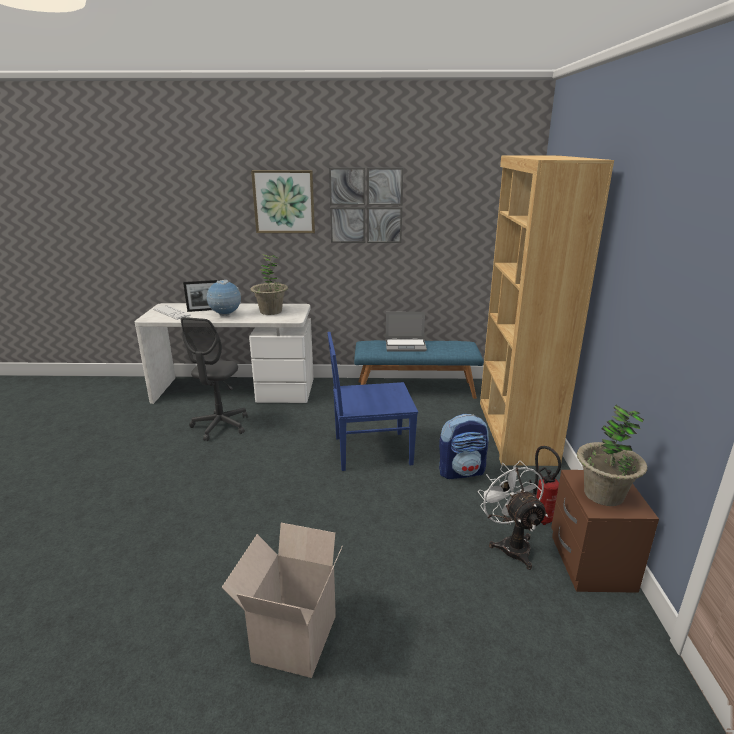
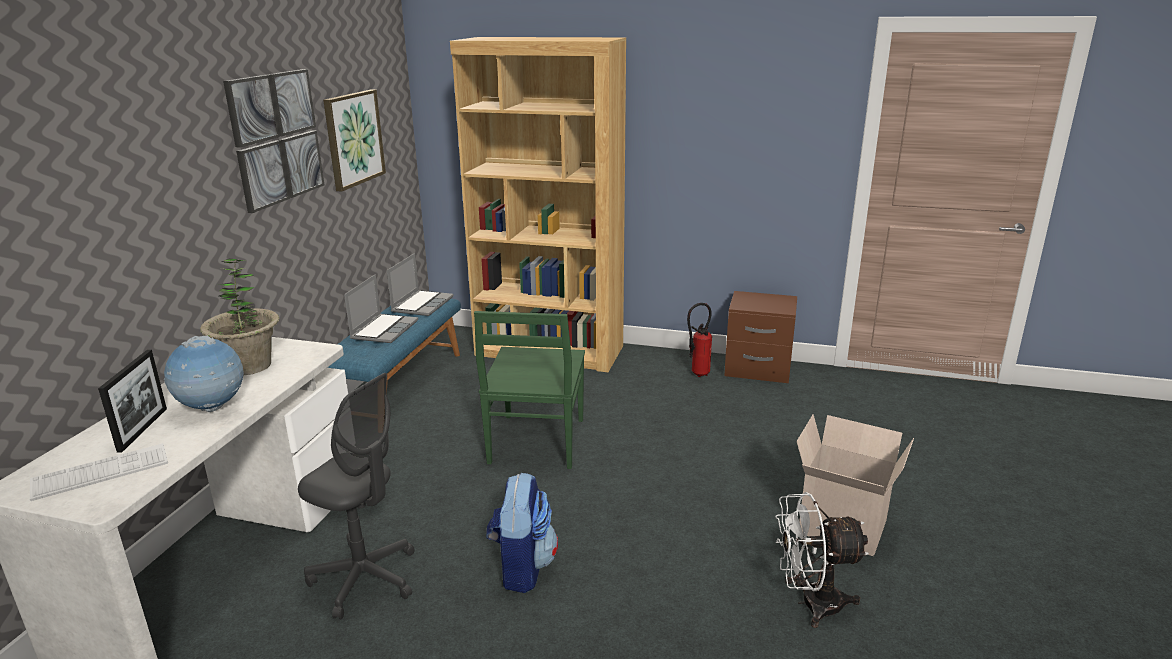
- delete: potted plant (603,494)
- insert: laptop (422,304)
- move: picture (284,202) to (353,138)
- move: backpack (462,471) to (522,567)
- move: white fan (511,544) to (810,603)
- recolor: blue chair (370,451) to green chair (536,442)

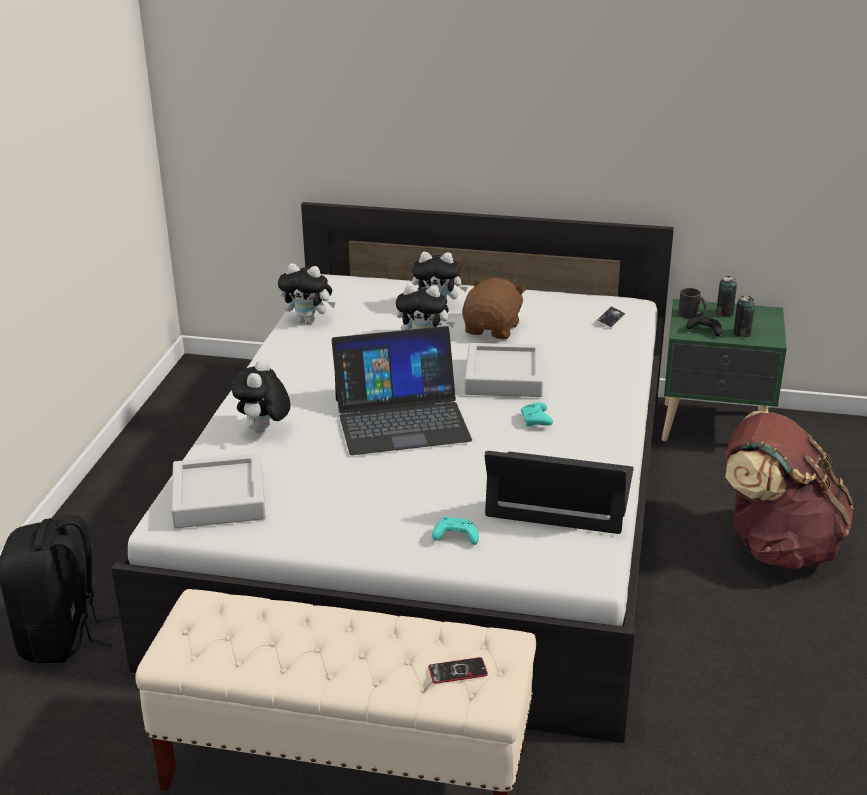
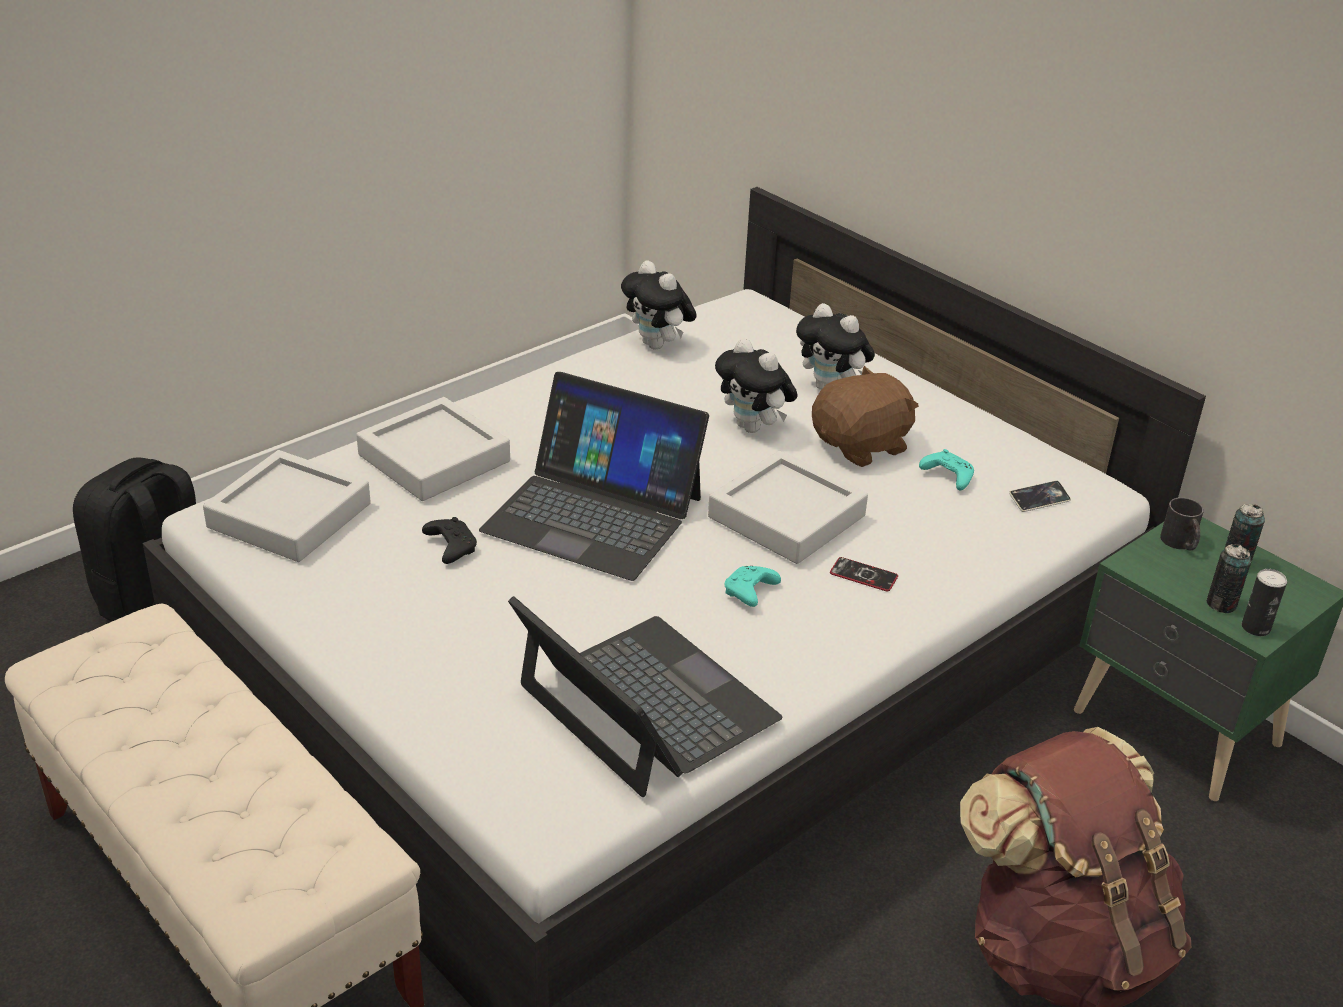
- insert: can (1255,628)
- move: phone (457,671) to (863,575)
- move: turquoise game controller (455,537) to (947,477)
- move: black game controller (704,331) to (450,547)
- replace: plush toy (264,431) to grey tray (434,458)

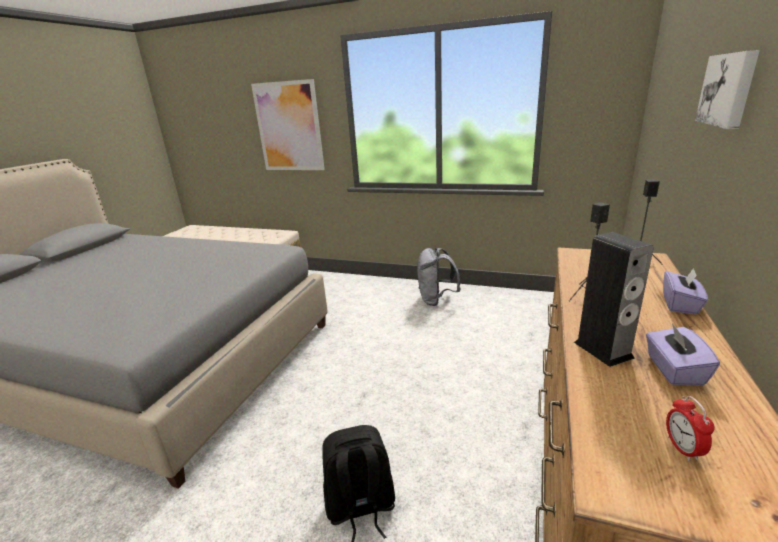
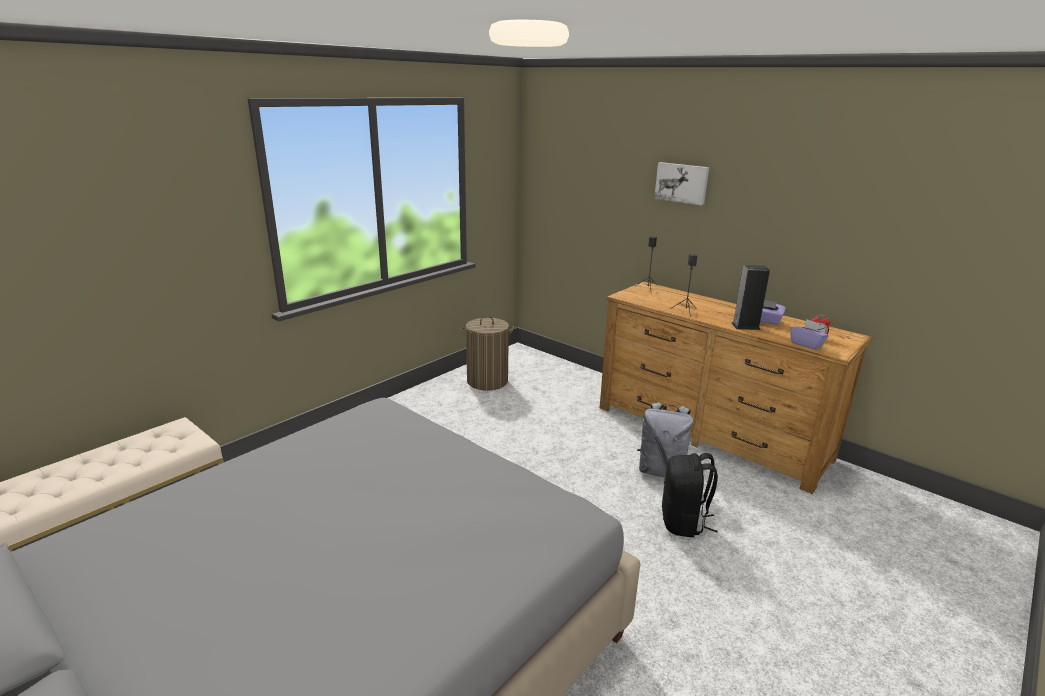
- delete: picture (289,127)
- insert: laundry basket (487,381)
- move: grey backpack (436,300) to (661,471)
- move: purple tissue box (680,304) to (806,344)

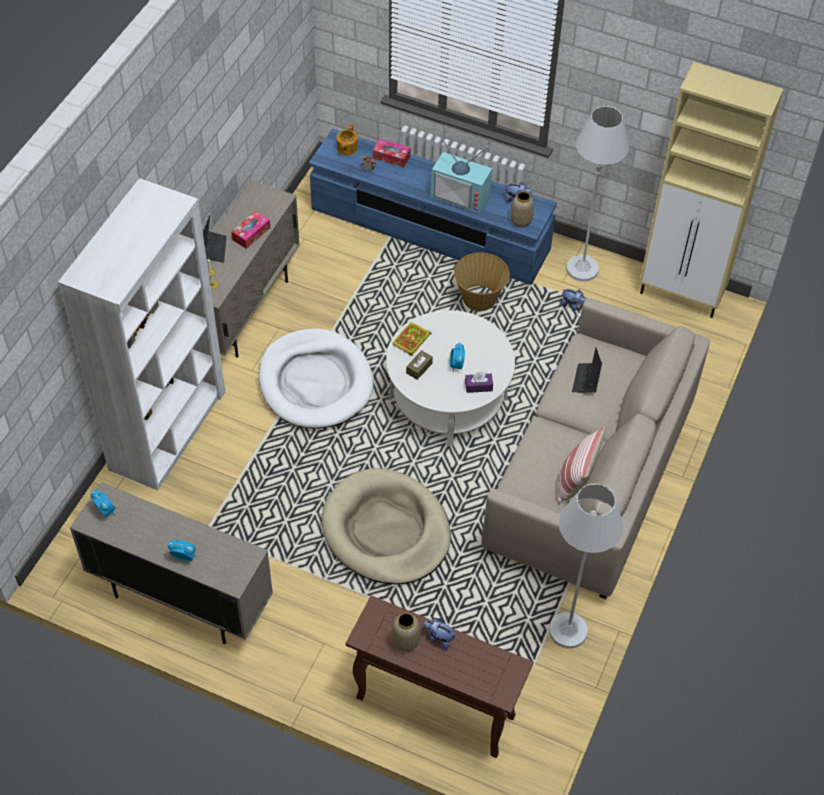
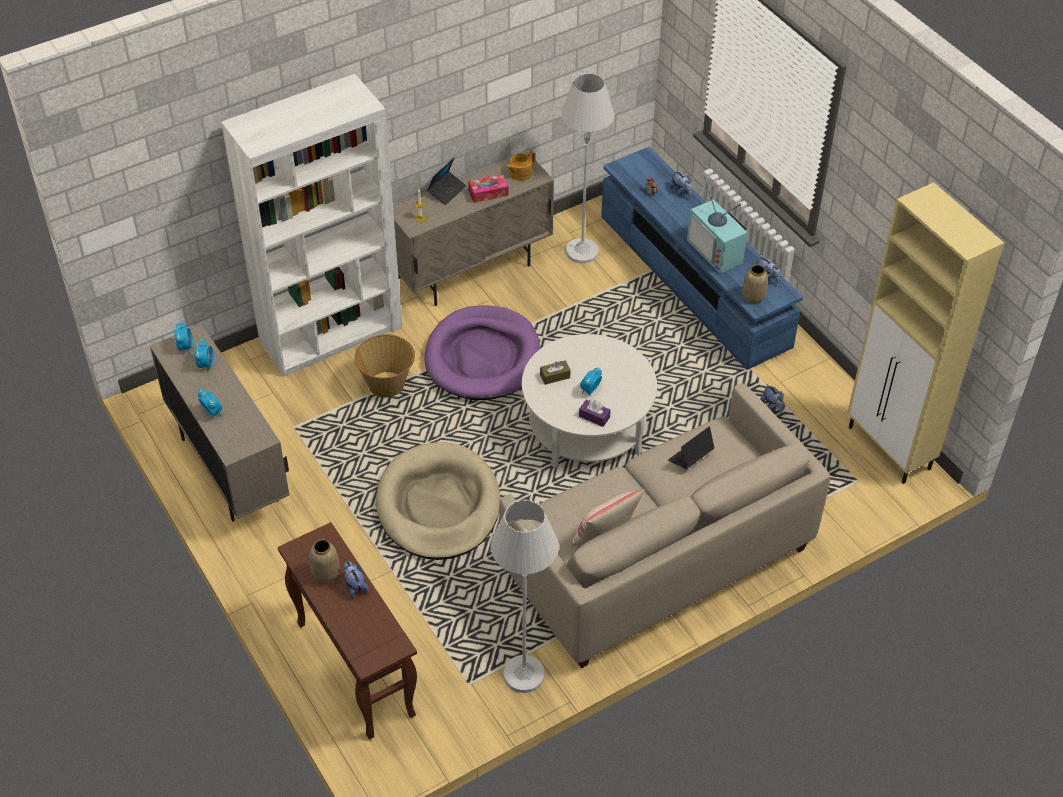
- delete: book (411,341)
- insert: alarm clock (206,364)
- move: teapot (347,148) to (520,173)
- move: basket (479,298) to (387,384)
- move: white floor lamp (582,269) to (582,251)
- replace: tissue box (391,157) to plush toy (681,192)
- recolor: white dog bed (315,382) to purple dog bed (483,357)

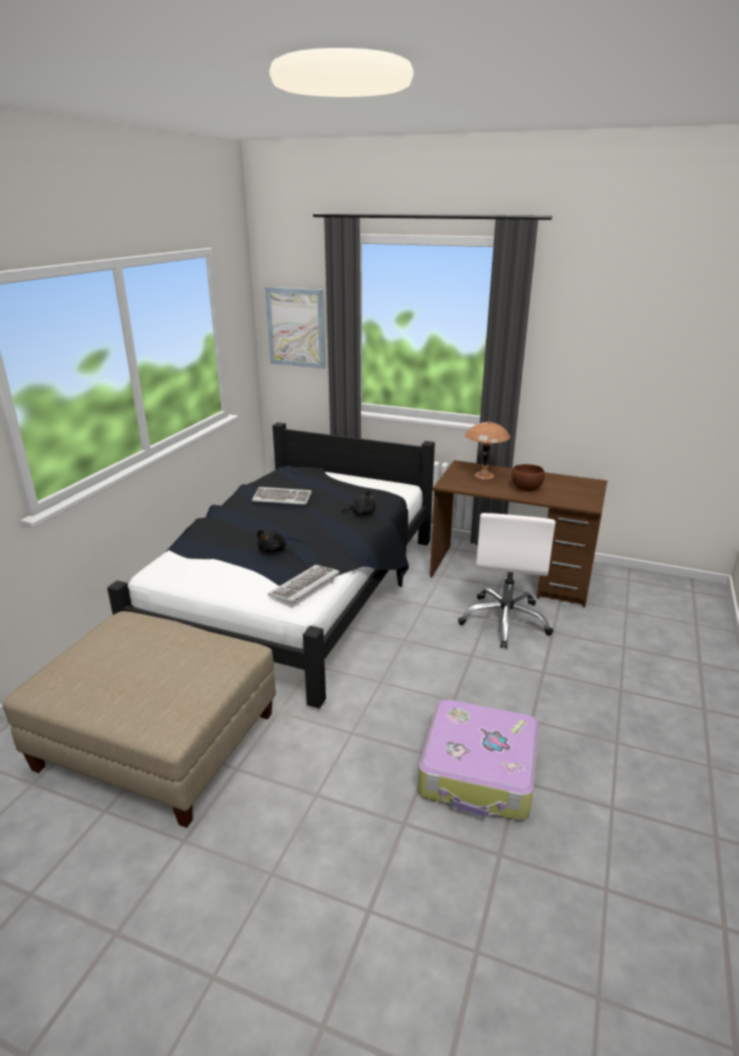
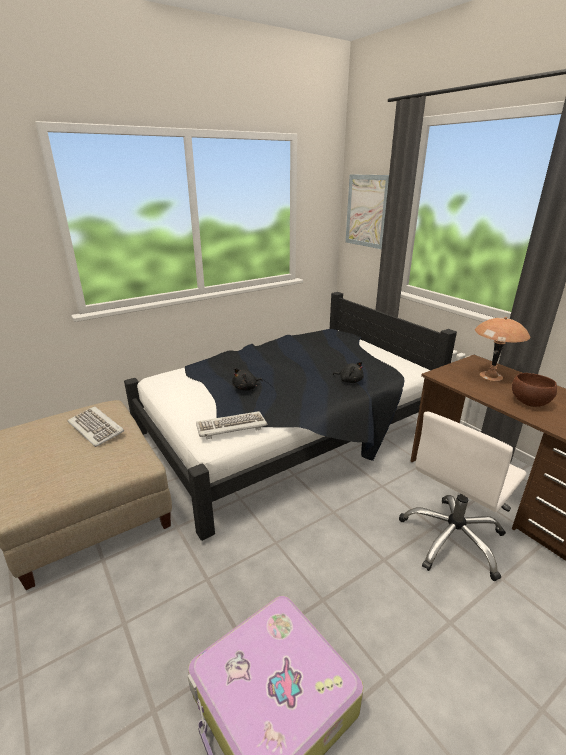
- move: keyboard (282,498) to (96,428)

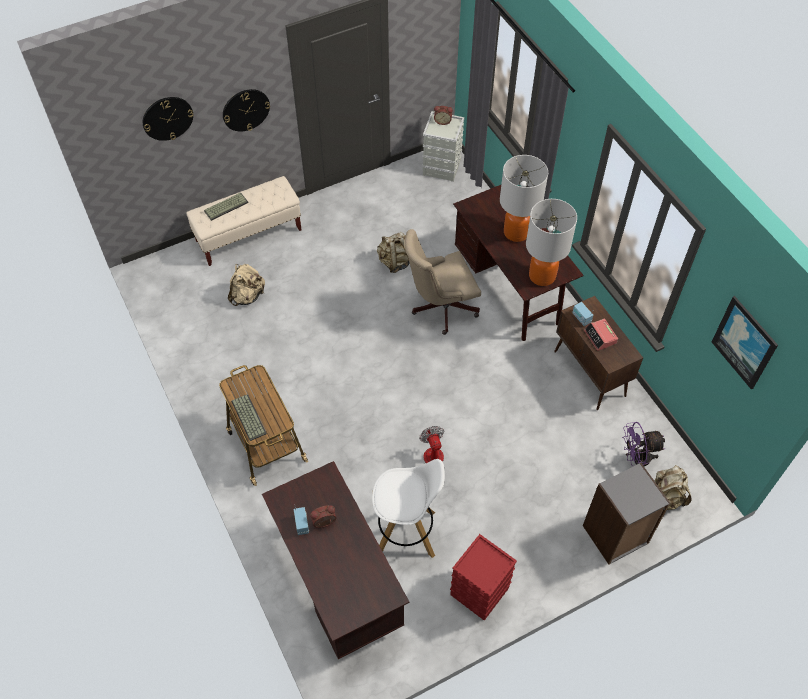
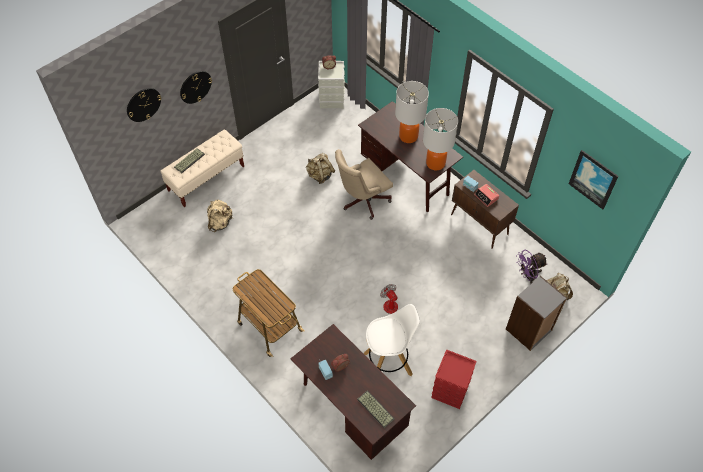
- move: keyboard (247,417) to (374,409)

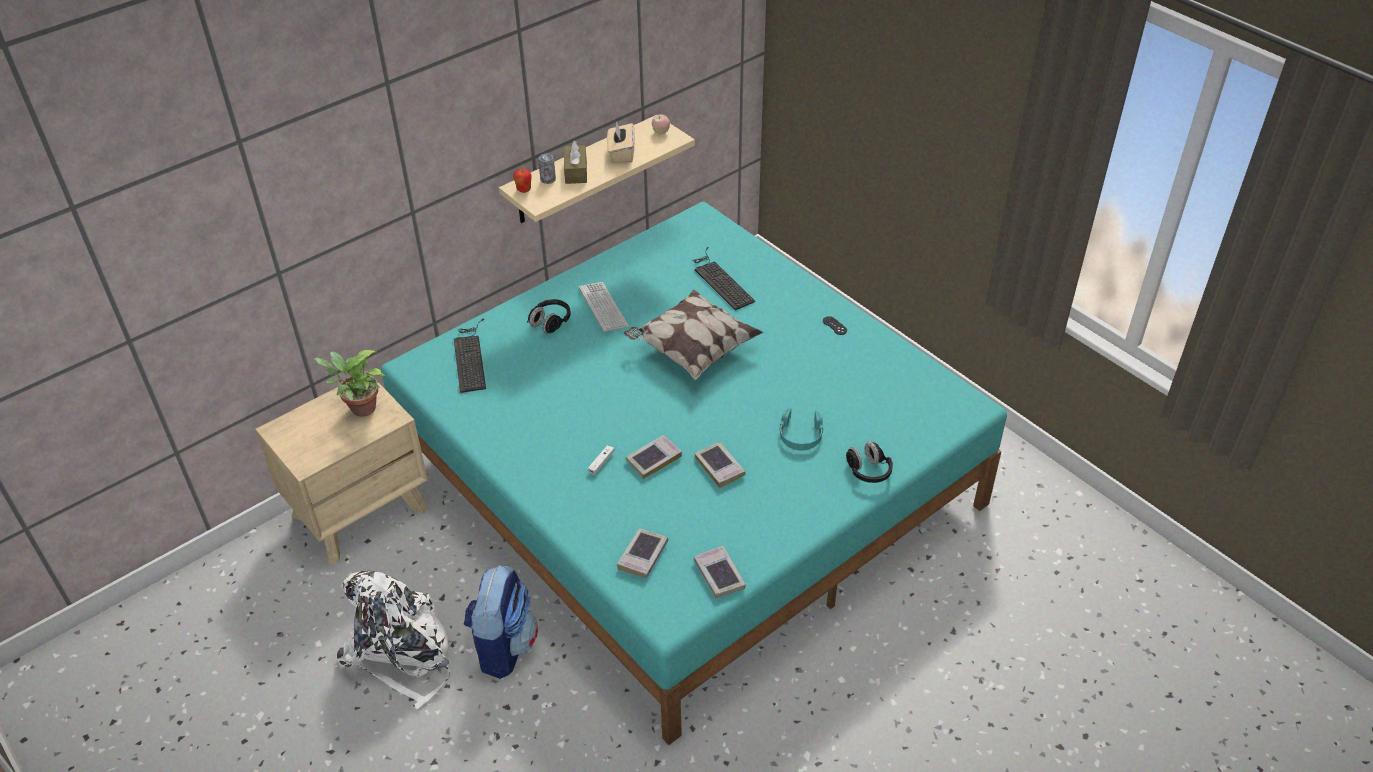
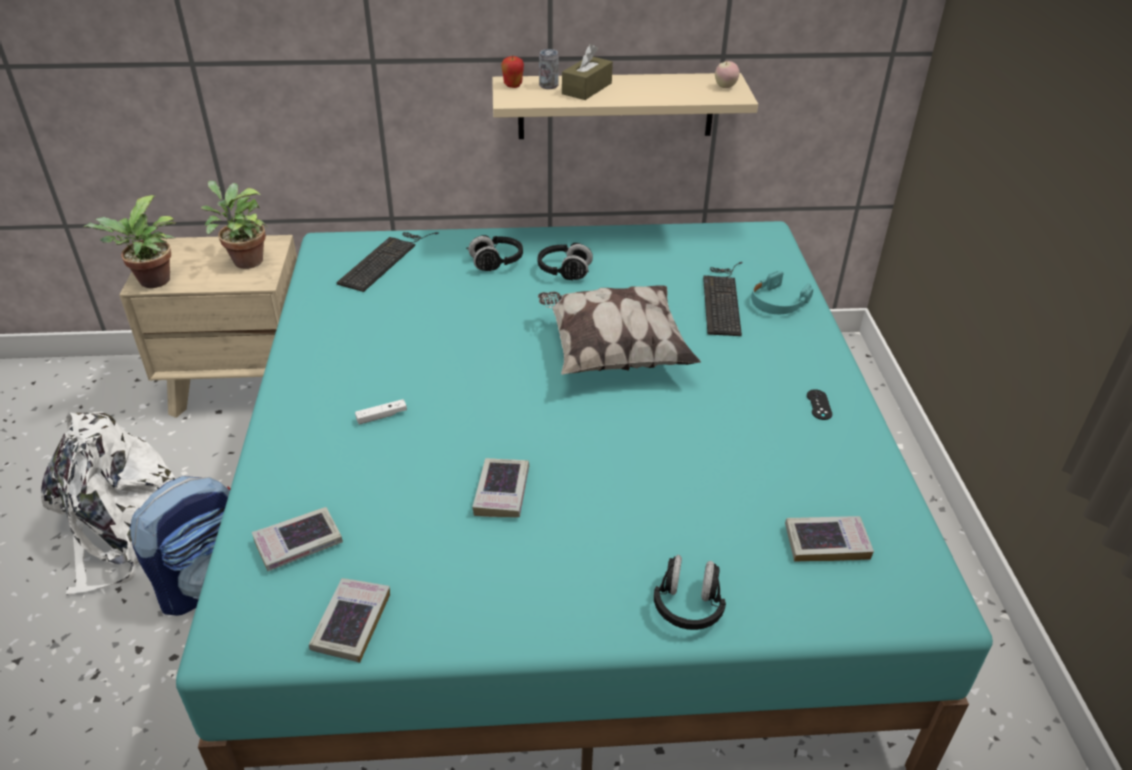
- delete: beige tissue box (621,154)
- insert: potted plant (151,282)
- move: book (653,459) to (826,543)
- move: turquoise headphones (800,435) to (777,302)
- replace: keyboard (603,308) to black headphones (564,272)

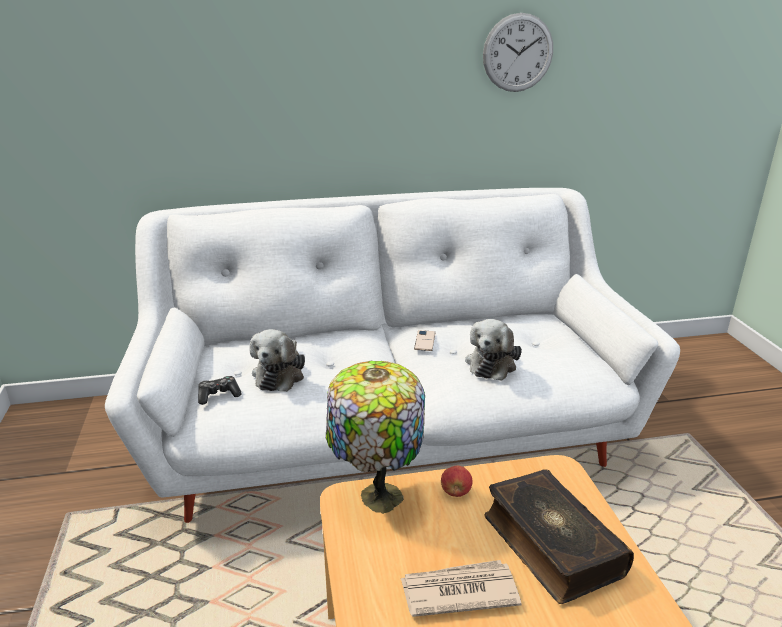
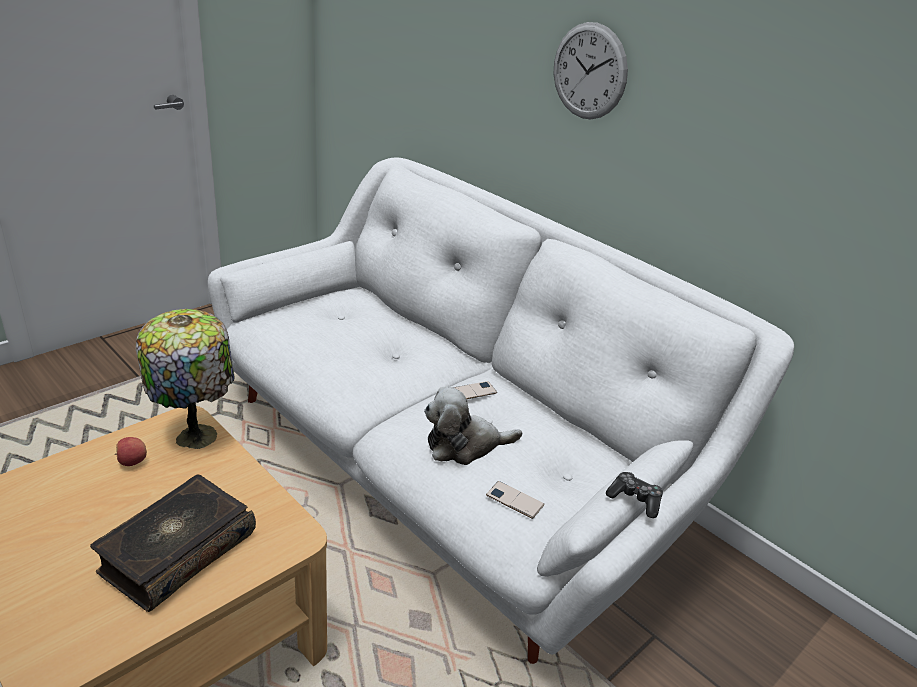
- delete: plush toy (280,374)
- delete: newspaper (458,591)
- insert: phone (515,500)
- move: game controller (218,395) to (635,499)
- move: apple (456,492) to (132,462)
- move: wall clock (518,53) to (589,71)

